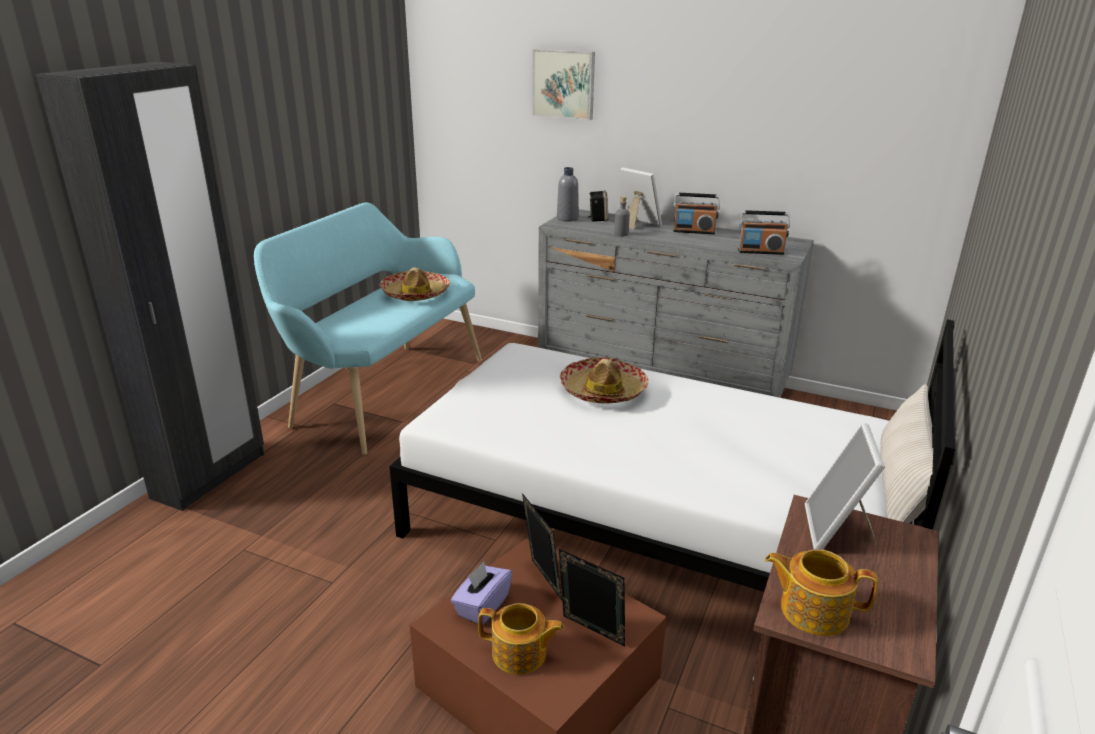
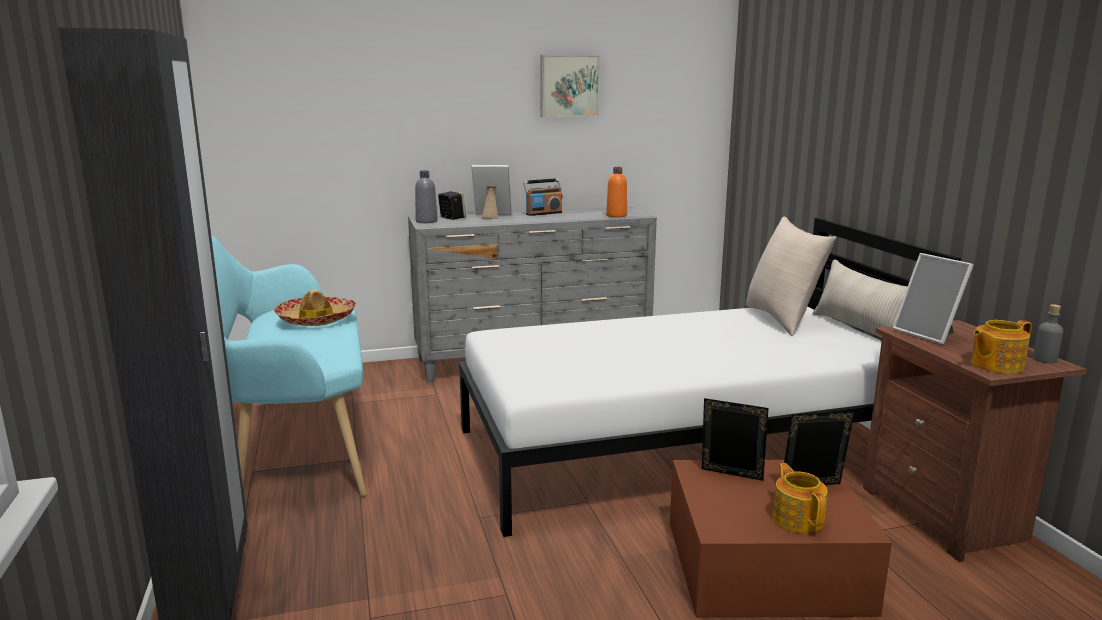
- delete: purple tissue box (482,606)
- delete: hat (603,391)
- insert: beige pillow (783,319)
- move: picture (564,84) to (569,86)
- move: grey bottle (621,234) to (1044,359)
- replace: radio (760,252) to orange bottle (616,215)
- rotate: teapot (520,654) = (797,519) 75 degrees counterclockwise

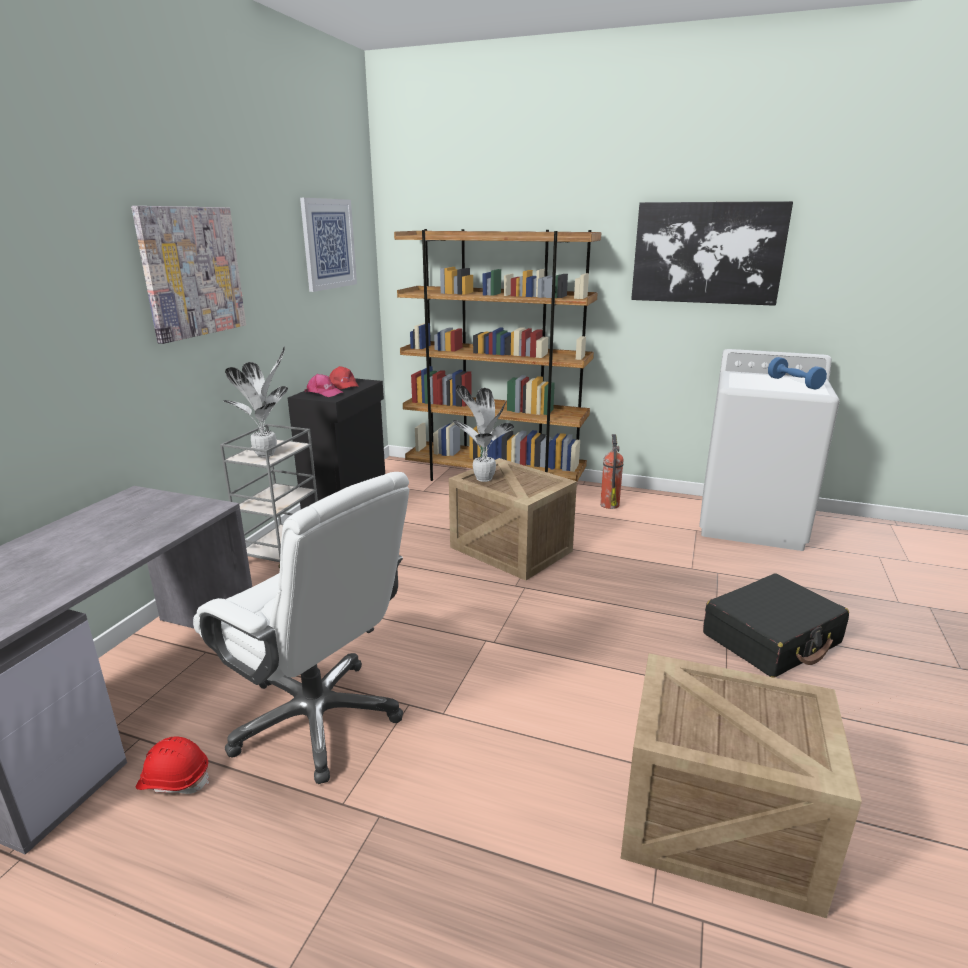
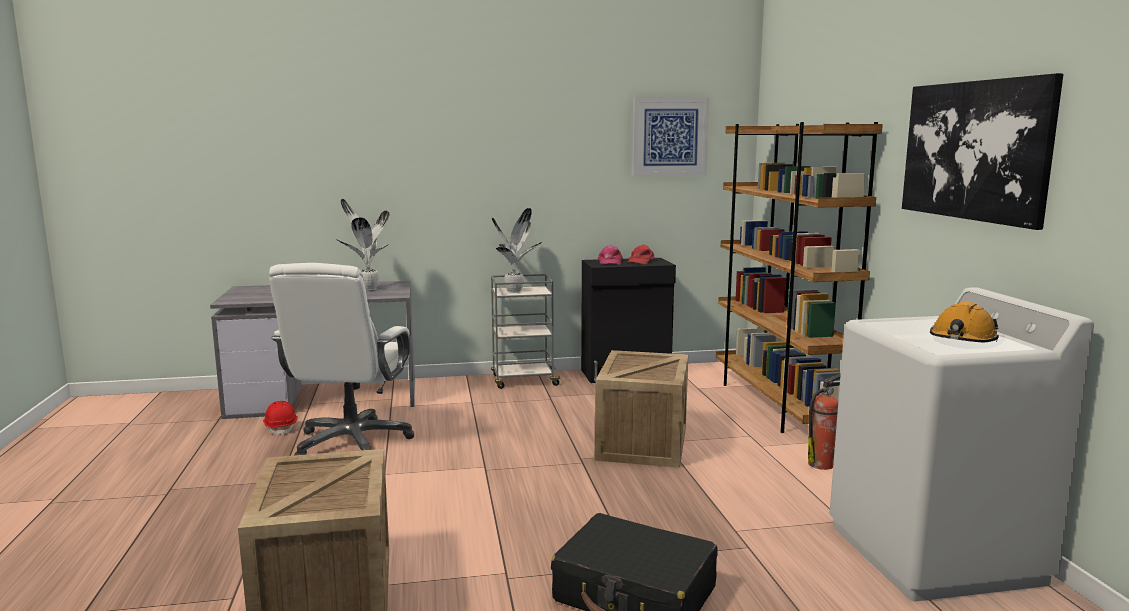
- delete: picture (192,272)
- move: potted plant (482,479) to (367,289)
- replace: blue dumbbell (794,383) to orange hard hat (962,340)

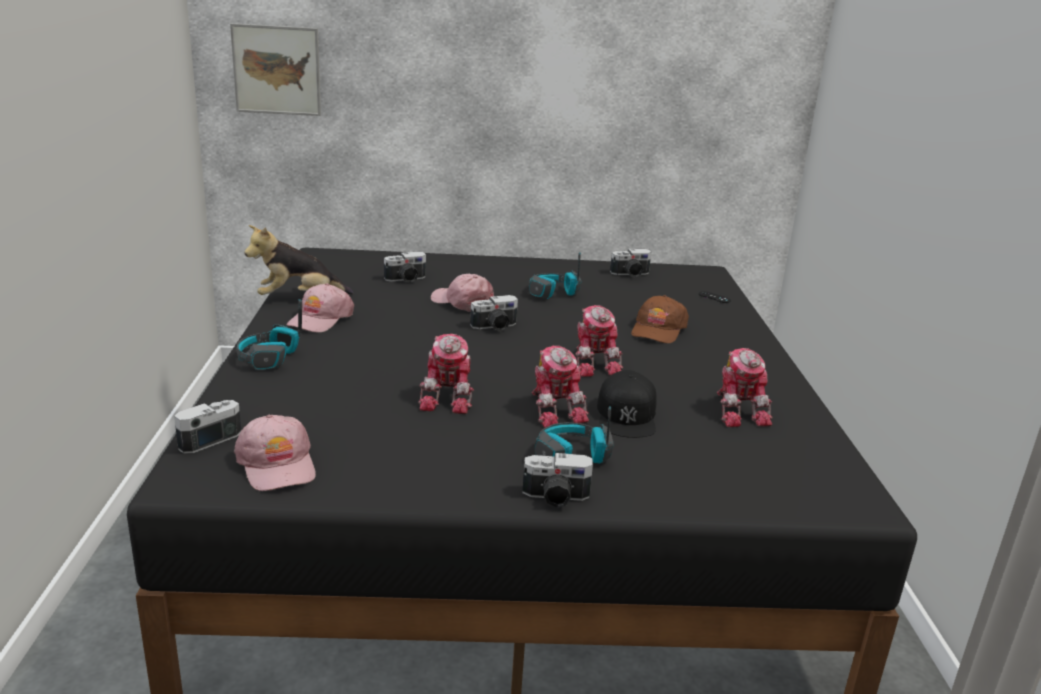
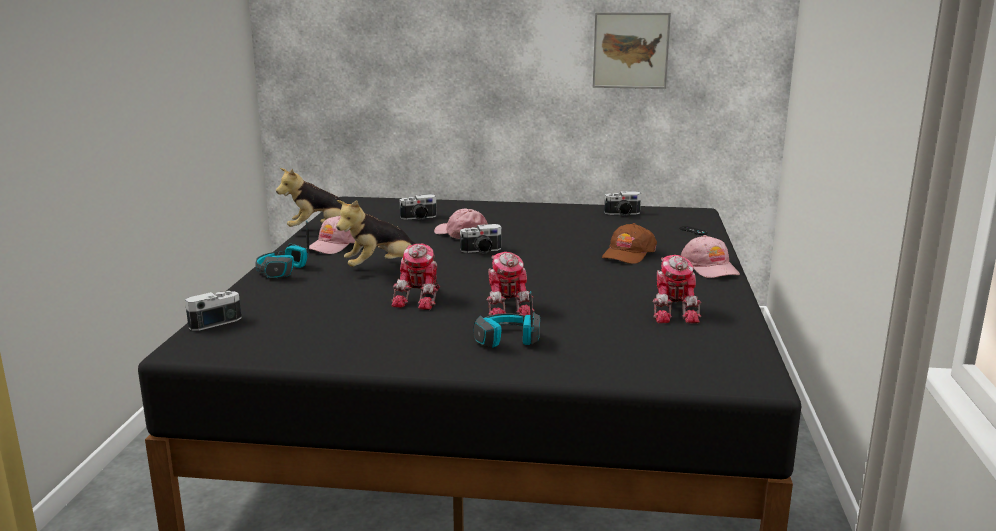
- delete: photo camera (555,498)
- delete: headphones (552,293)
- delete: toy robot (595,363)
- delete: black cap (627,415)
- insert: plush toy (381,267)
- move: picture (277,70) to (630,50)
- move: pink cap (277,464) to (710,268)

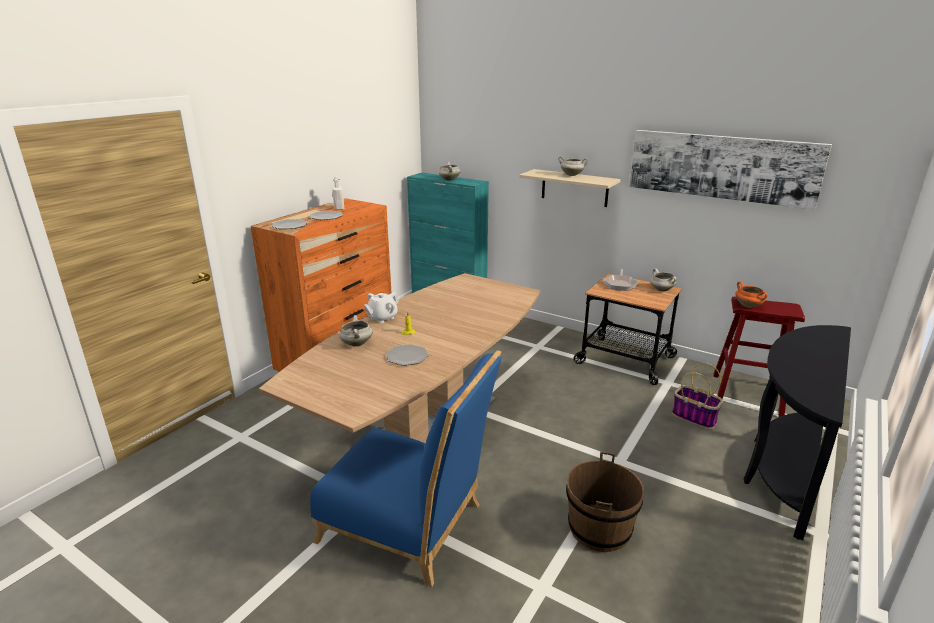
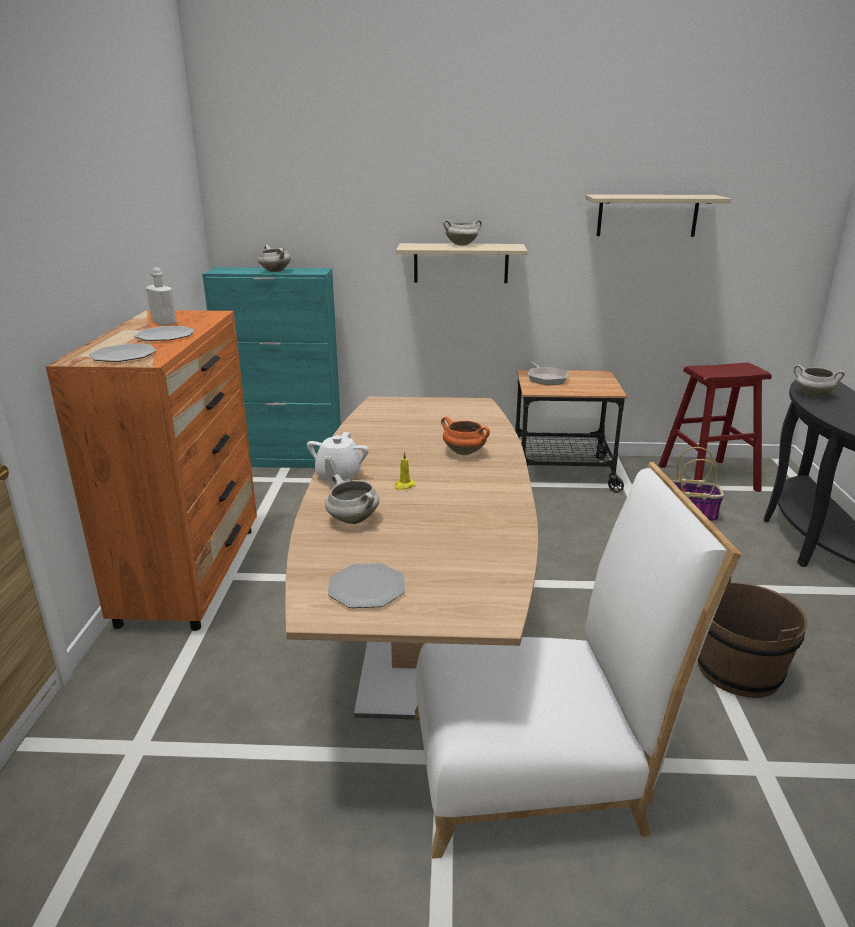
- move: plate (407,356) to (367,588)
- move: white cooking pot (661,290) to (812,394)
- move: orange cooking pot (749,306) to (465,452)
- replace: picture (721,167) to beige shelf (647,215)
- recolor: blue chair (409,527) to white chair (539,768)

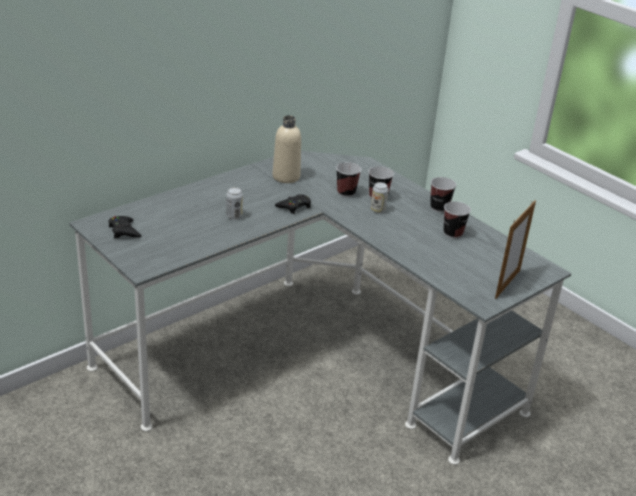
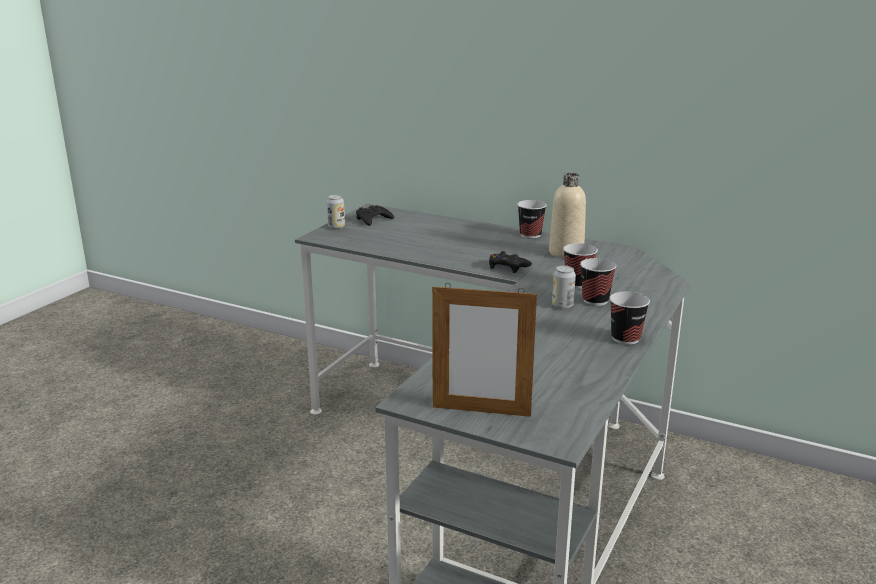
- move: can (234,216) to (336,227)
- move: cup (453,233) to (530,235)

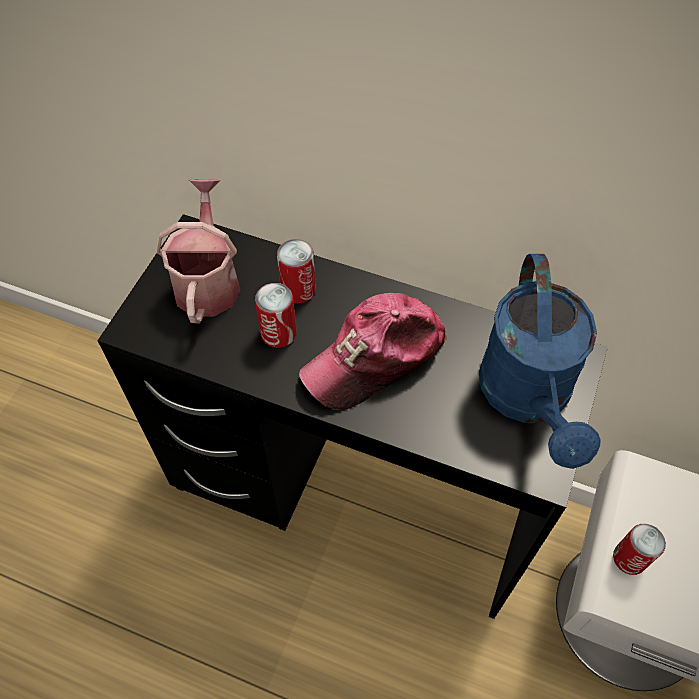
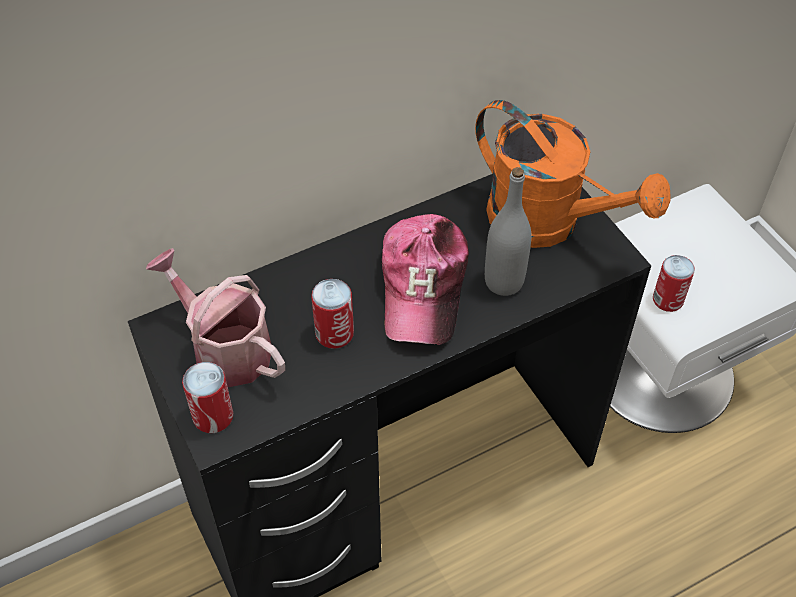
- insert: grey bottle (504,282)
- move: can (298,290) to (213,416)
- recolor: blue watering can (529,398) to orange watering can (549,222)

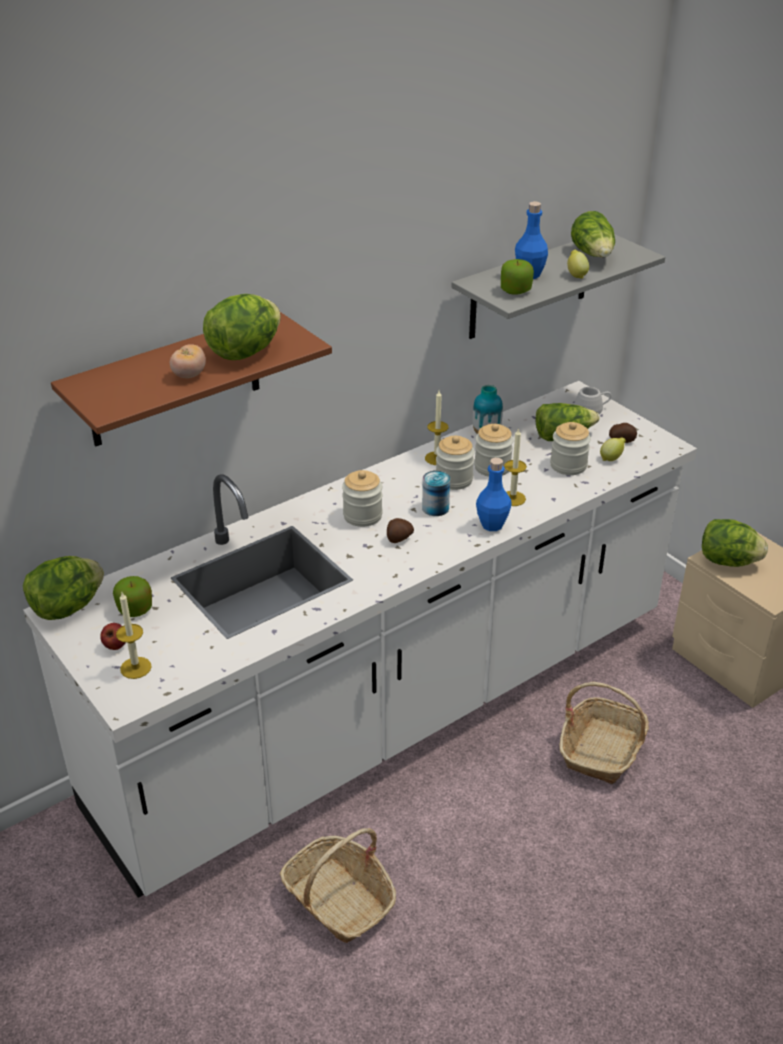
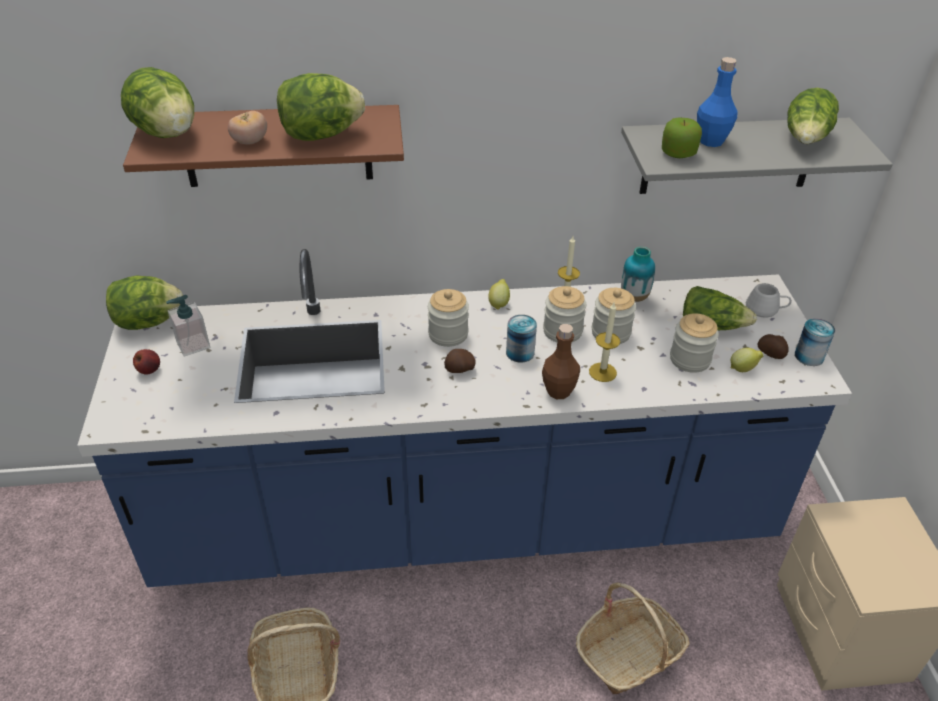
- delete: candle (136,668)
- insert: can (809,356)
- move: lemon (576,275) to (499,303)
- move: lettuce (727,561) to (167,133)
- replace: apple (135,609) to soap dispenser (193,344)
- recolor: white counter (391,711) to blue counter (466,520)
- recolor: blue bottle (492,525) to brown bottle (558,391)

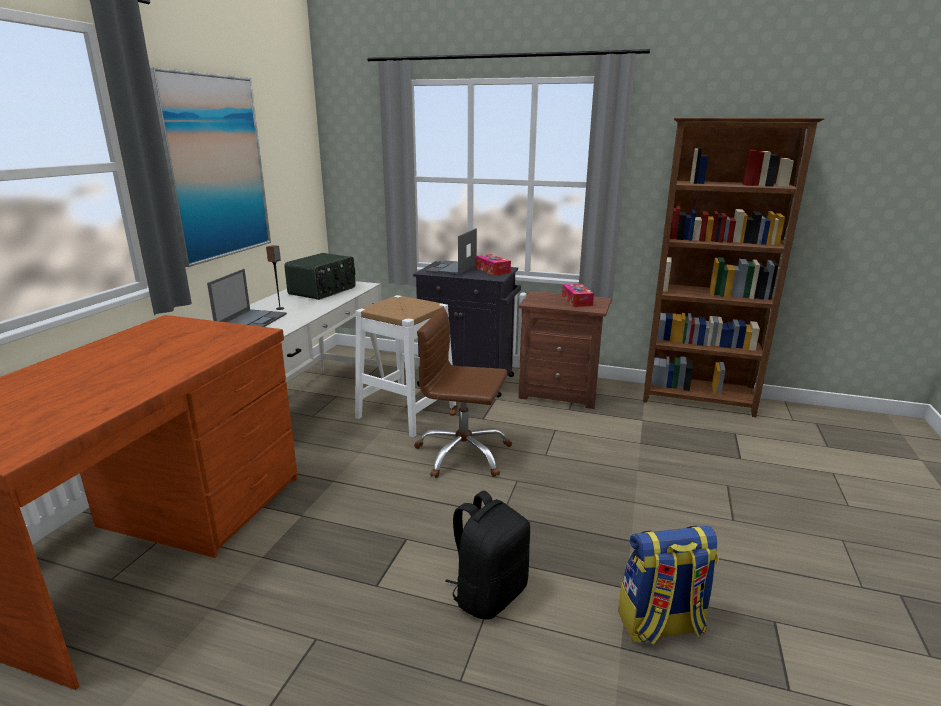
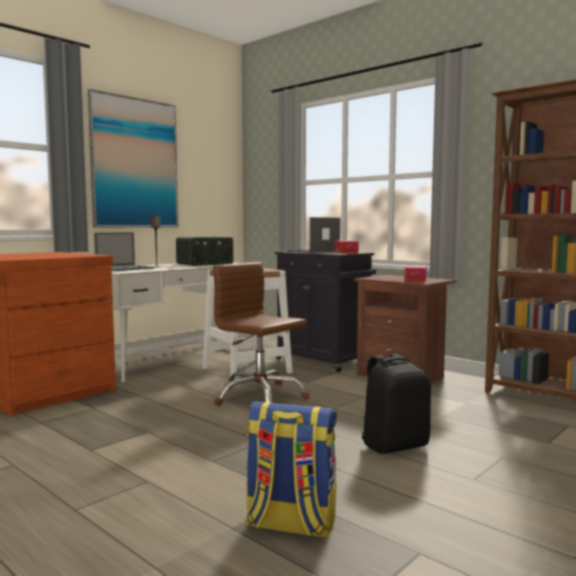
- move: black backpack (489,593) to (394,445)

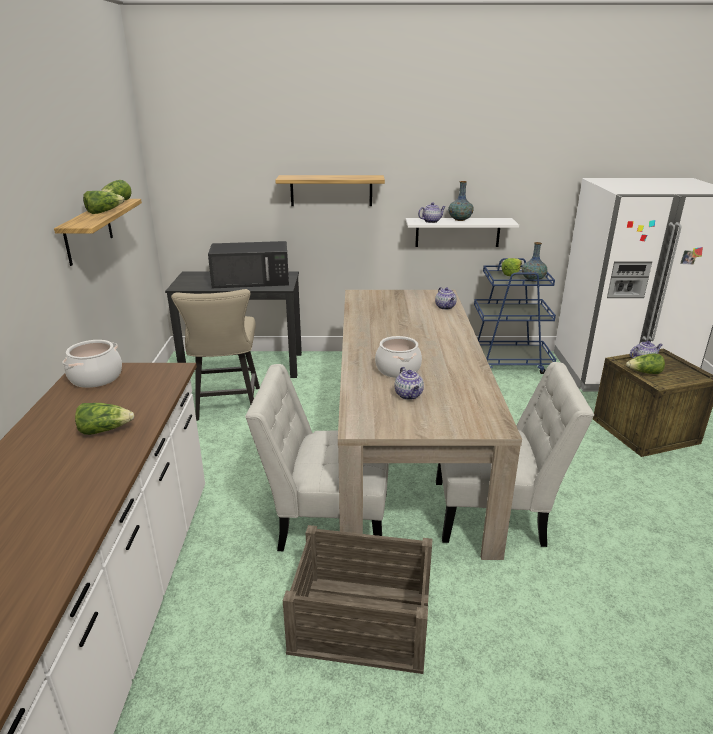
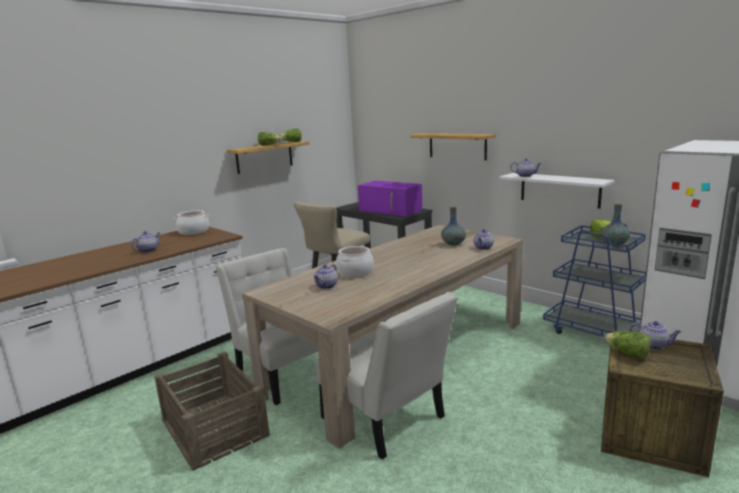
- move: vase (459,219) to (453,244)
- replace: lettuce (105,430) to teapot (148,250)
- recolor: black microwave (252,280) to purple microwave (391,210)

